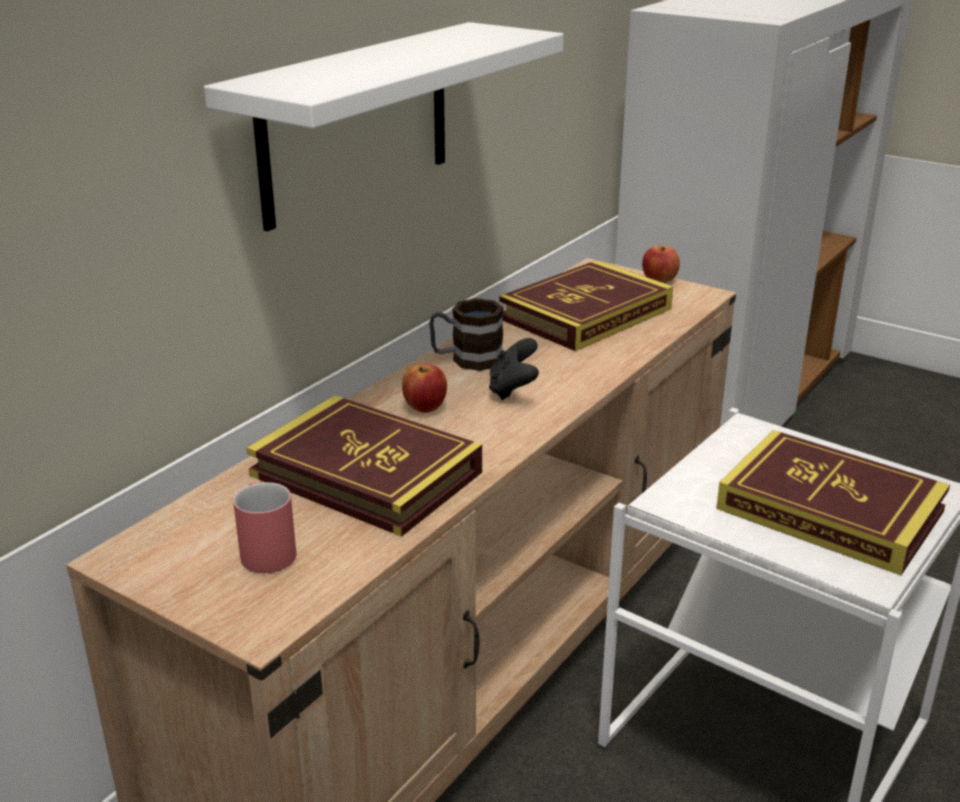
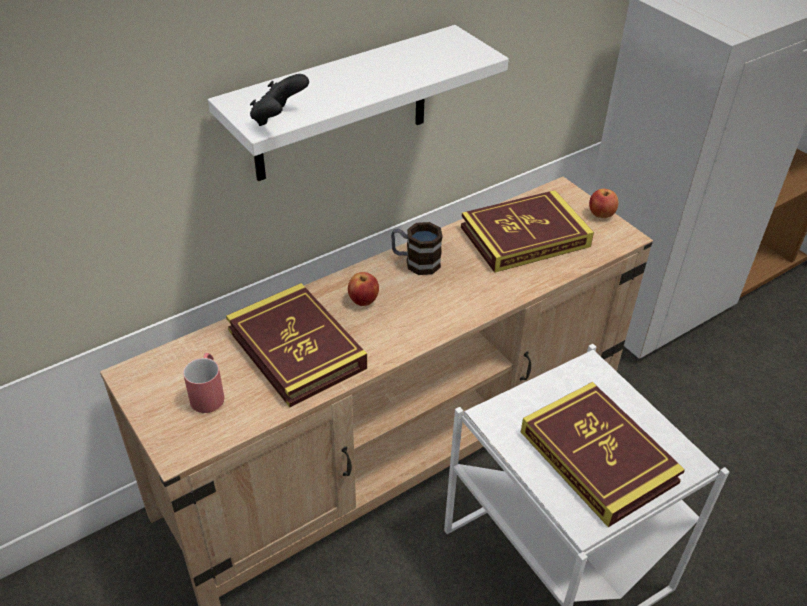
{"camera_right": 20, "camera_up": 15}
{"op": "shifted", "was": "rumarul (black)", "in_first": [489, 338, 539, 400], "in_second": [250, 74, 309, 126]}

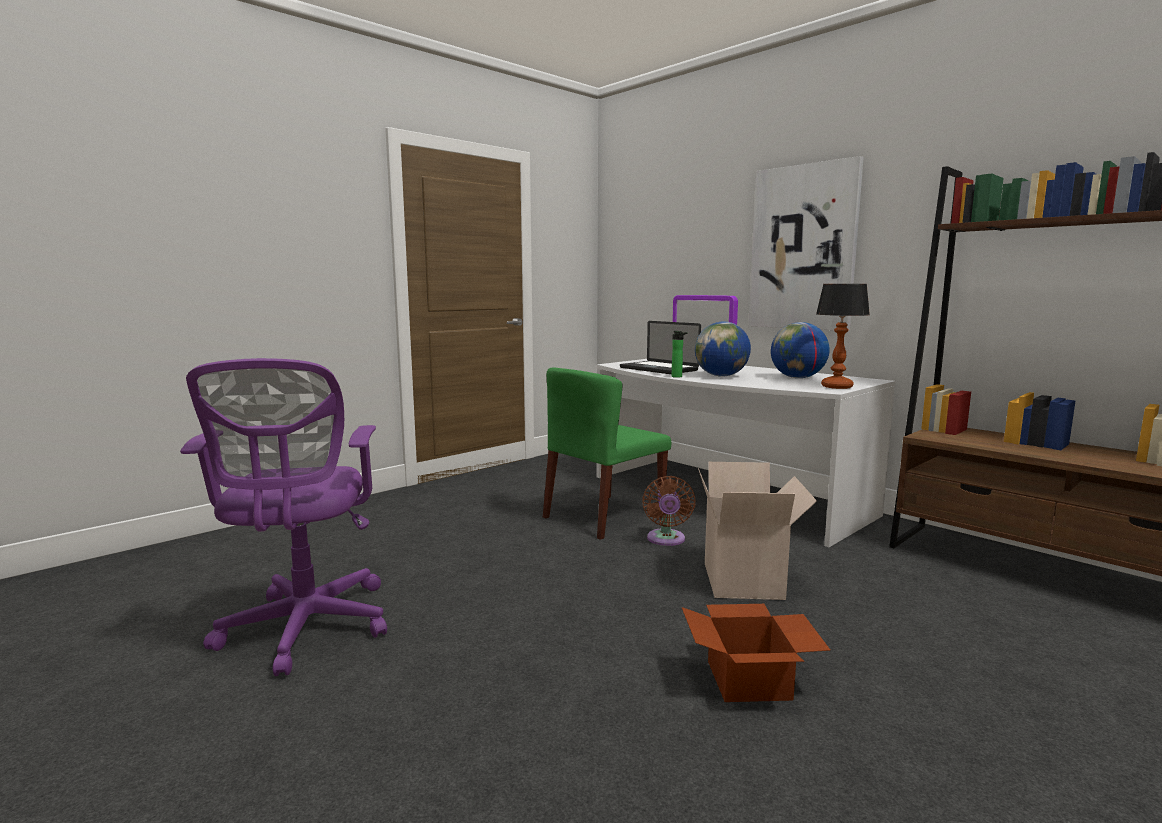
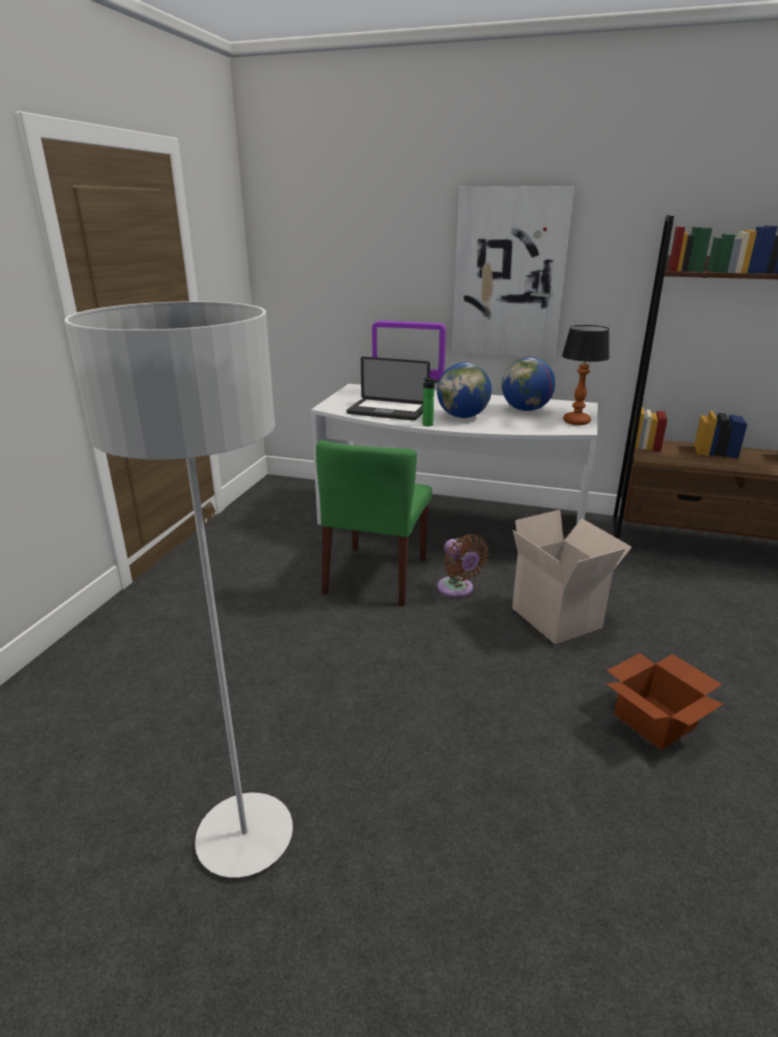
{"camera_right": -30, "camera_up": 15}
{"op": "swapped", "was": "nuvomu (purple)", "now": "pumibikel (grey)", "in_first": [180, 358, 387, 676], "in_second": [64, 301, 293, 878]}

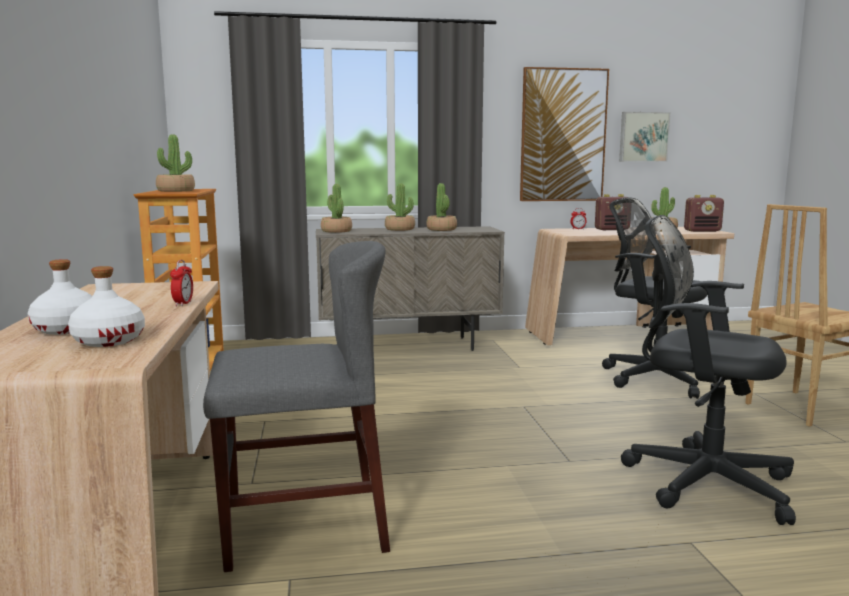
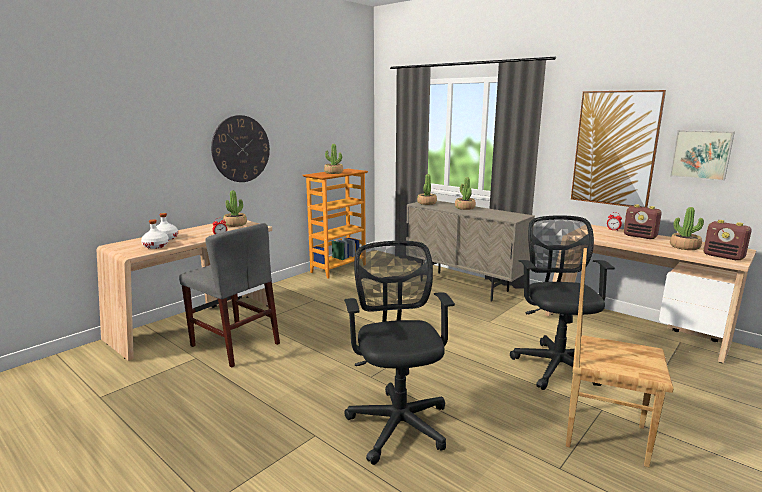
{"camera_right": 50, "camera_up": 5}
{"op": "new", "now": "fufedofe", "in_second": [211, 115, 270, 182]}
{"op": "shifted", "was": "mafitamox", "in_first": [426, 183, 457, 231], "in_second": [223, 190, 247, 227]}

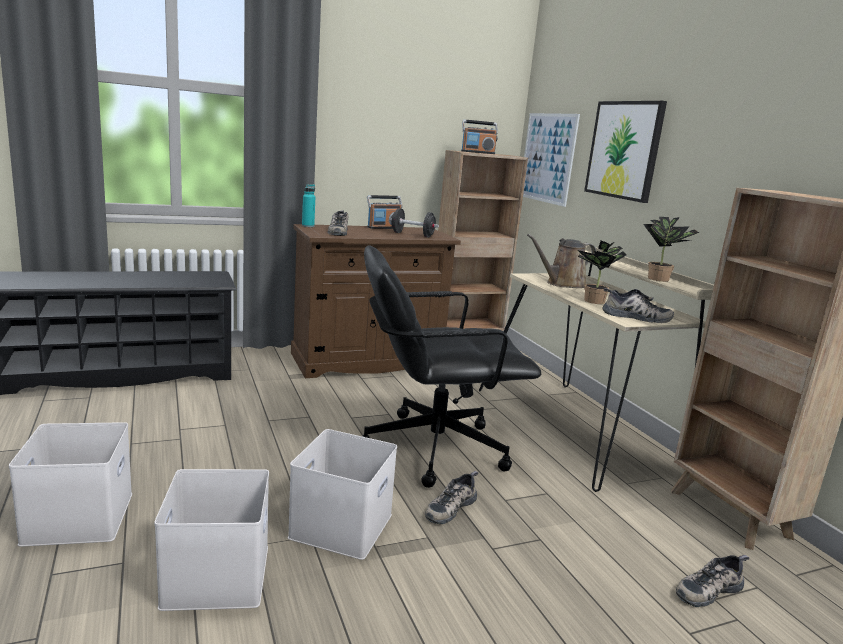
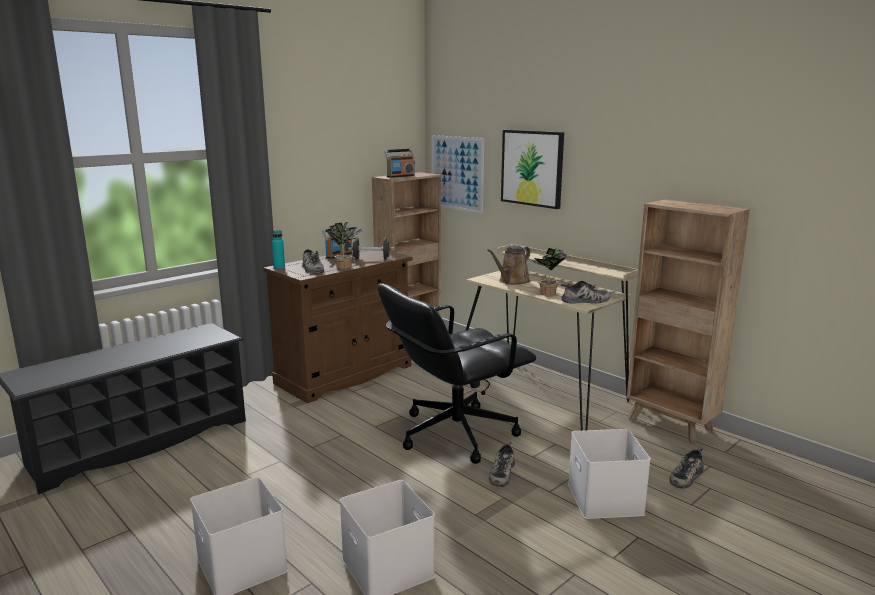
{"camera_right": -20, "camera_up": 0}
{"op": "shifted", "was": "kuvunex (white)", "in_first": [288, 429, 397, 560], "in_second": [568, 429, 651, 519]}
{"op": "shifted", "was": "mafitamox", "in_first": [644, 217, 700, 282], "in_second": [326, 222, 362, 269]}

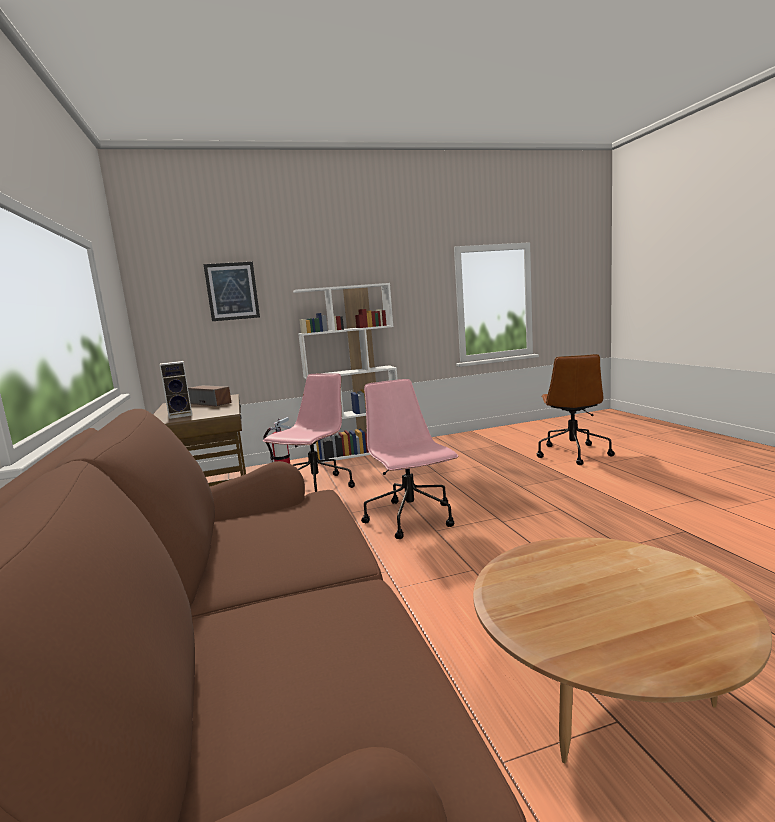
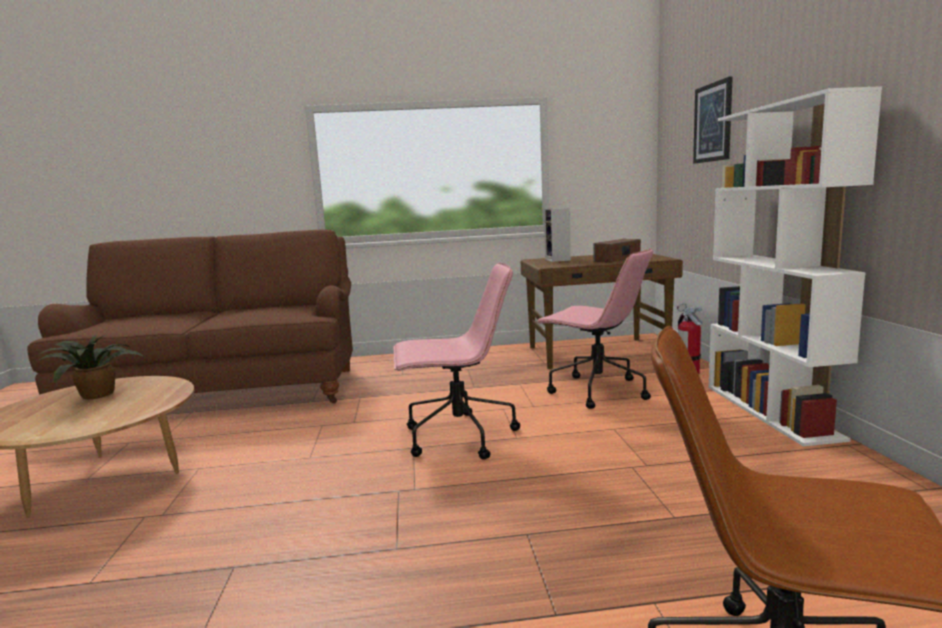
{"camera_right": 100, "camera_up": 0}
{"op": "new", "now": "mafitamox", "in_second": [37, 335, 145, 399]}

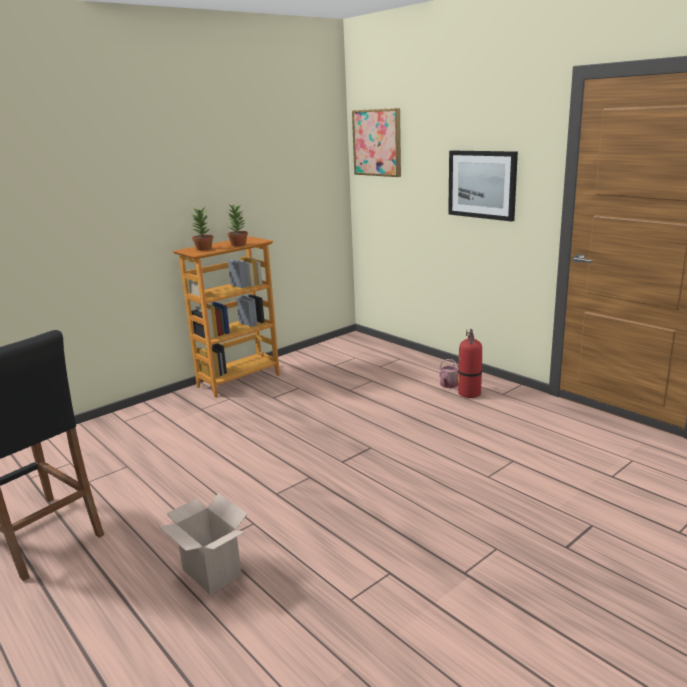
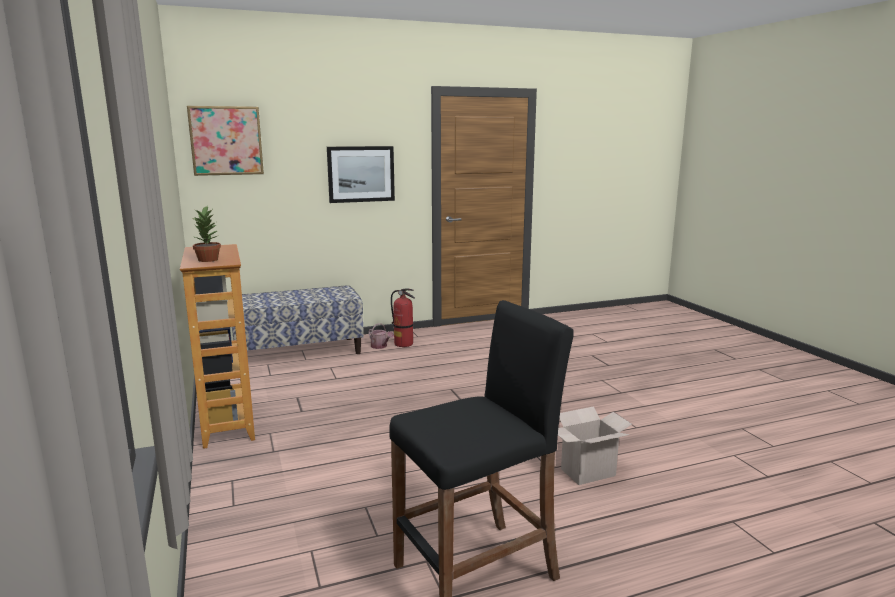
{"camera_right": -70, "camera_up": -5}
{"op": "gone", "was": "mafitamox", "in_first": [227, 204, 248, 246]}
{"op": "new", "now": "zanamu", "in_second": [232, 285, 364, 354]}

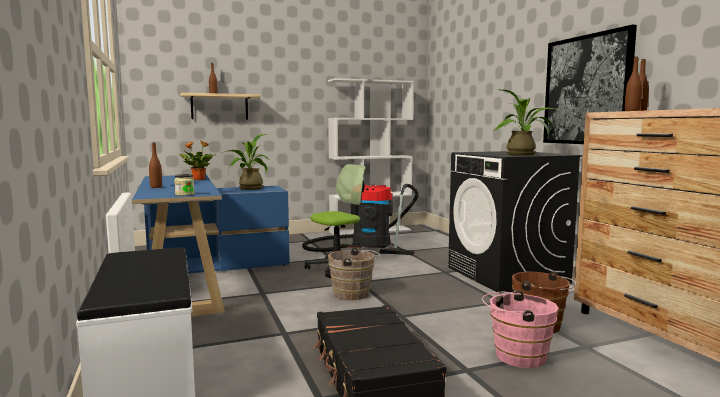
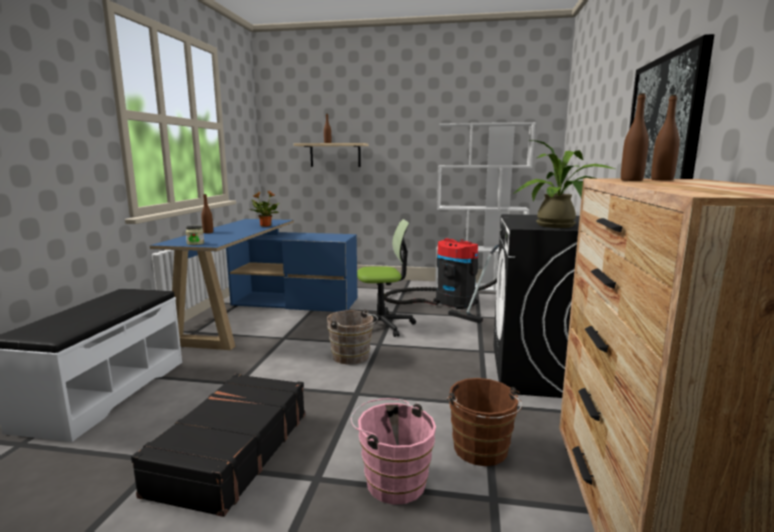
{"camera_right": 30, "camera_up": 5}
{"op": "gone", "was": "mafitamox", "in_first": [221, 134, 268, 190]}

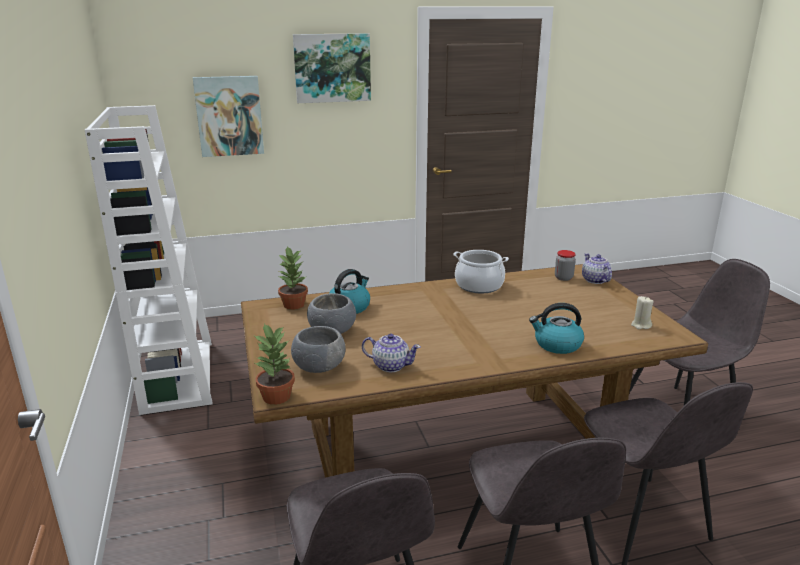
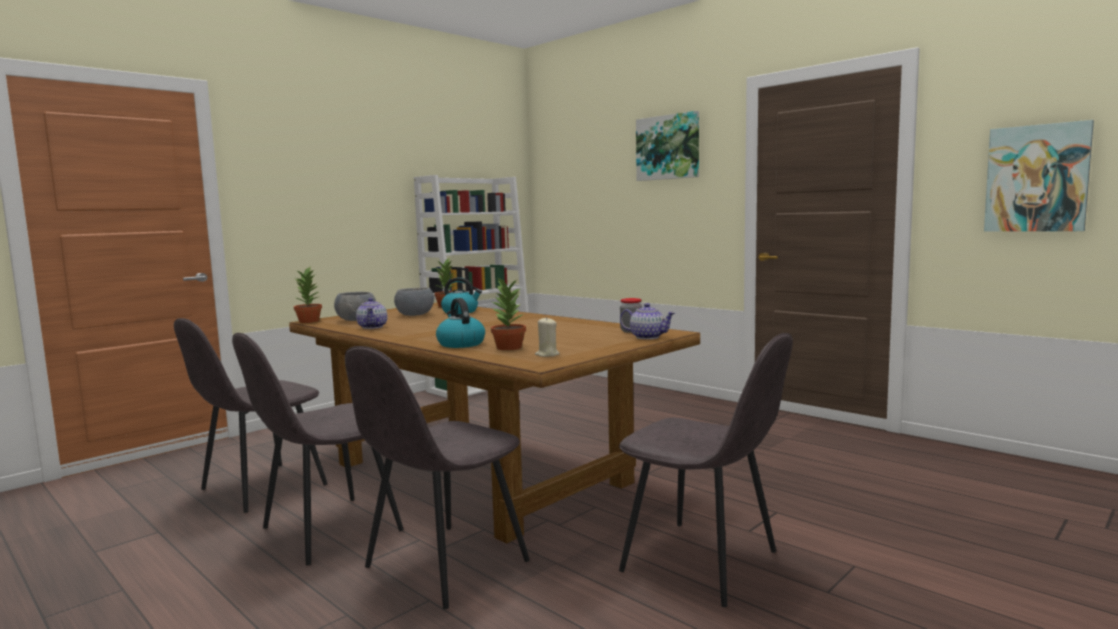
{"camera_right": 60, "camera_up": -15}
{"op": "gone", "was": "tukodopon", "in_first": [453, 250, 509, 293]}
{"op": "new", "now": "mafitamox", "in_second": [491, 277, 526, 350]}
{"op": "shifted", "was": "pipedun", "in_first": [193, 76, 264, 157], "in_second": [984, 120, 1094, 232]}
{"op": "rotated", "was": "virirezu", "in_first": [582, 253, 612, 284], "in_second": [620, 303, 675, 339], "clockwise": 75}

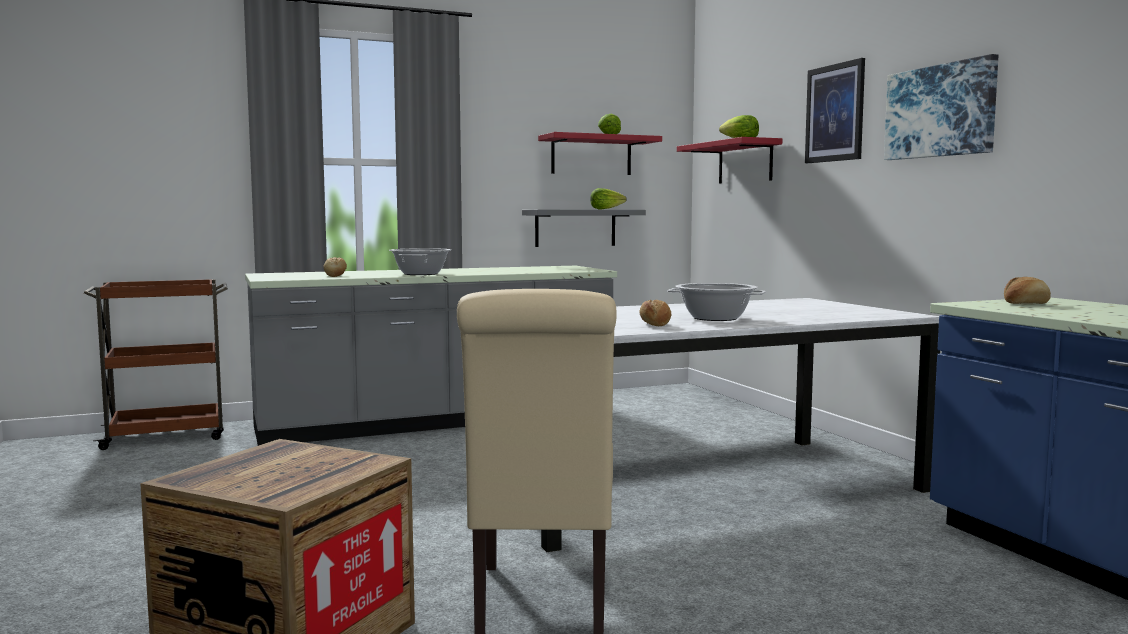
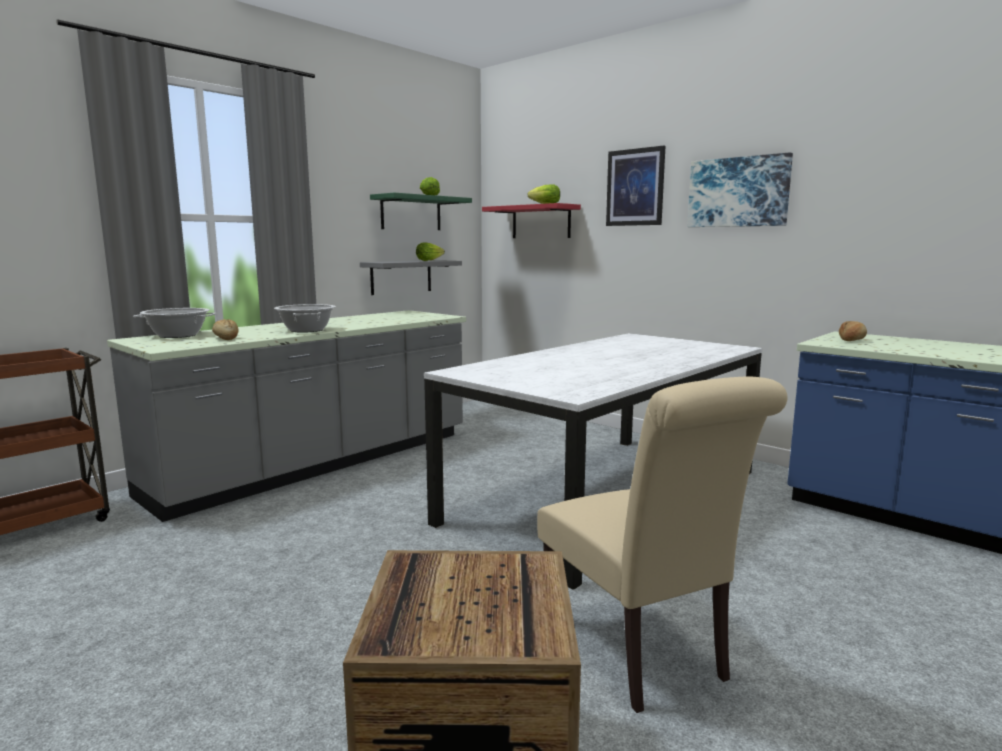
{"camera_right": -25, "camera_up": 5}
{"op": "gone", "was": "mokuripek", "in_first": [639, 300, 671, 326]}
{"op": "shifted", "was": "tukodopon", "in_first": [667, 283, 766, 321], "in_second": [133, 308, 217, 338]}
{"op": "repainted", "was": "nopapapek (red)", "now": "nopapapek (green)", "in_first": [538, 132, 662, 175], "in_second": [370, 193, 472, 230]}

